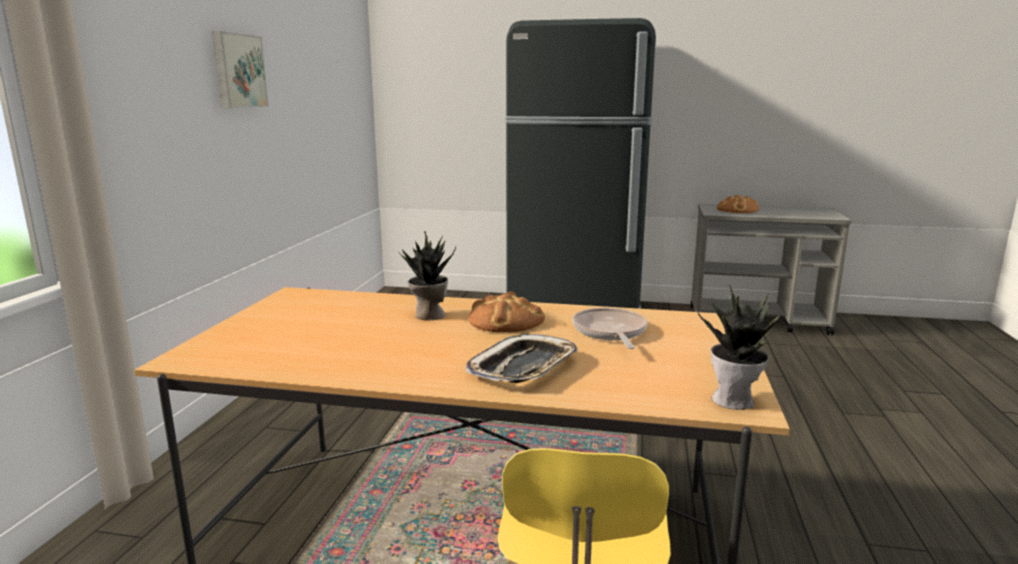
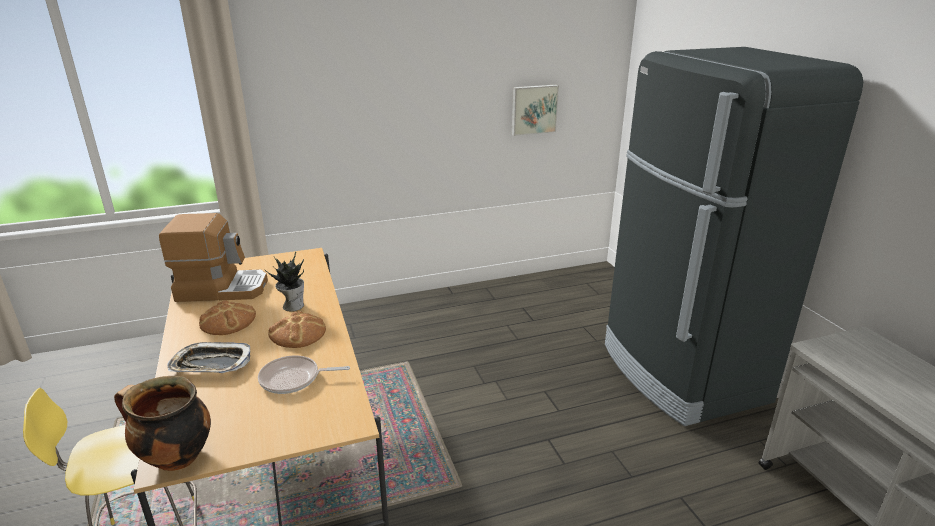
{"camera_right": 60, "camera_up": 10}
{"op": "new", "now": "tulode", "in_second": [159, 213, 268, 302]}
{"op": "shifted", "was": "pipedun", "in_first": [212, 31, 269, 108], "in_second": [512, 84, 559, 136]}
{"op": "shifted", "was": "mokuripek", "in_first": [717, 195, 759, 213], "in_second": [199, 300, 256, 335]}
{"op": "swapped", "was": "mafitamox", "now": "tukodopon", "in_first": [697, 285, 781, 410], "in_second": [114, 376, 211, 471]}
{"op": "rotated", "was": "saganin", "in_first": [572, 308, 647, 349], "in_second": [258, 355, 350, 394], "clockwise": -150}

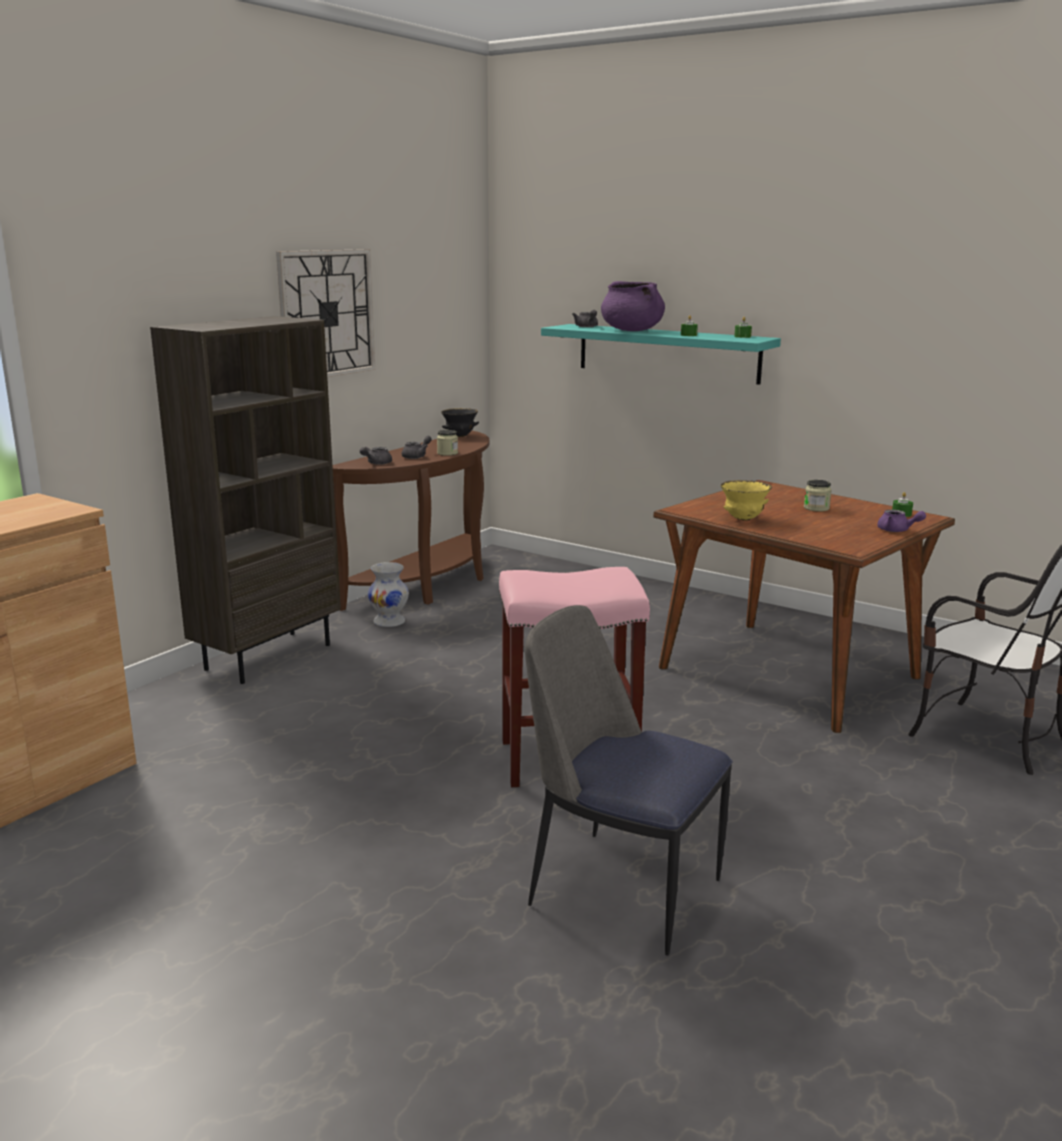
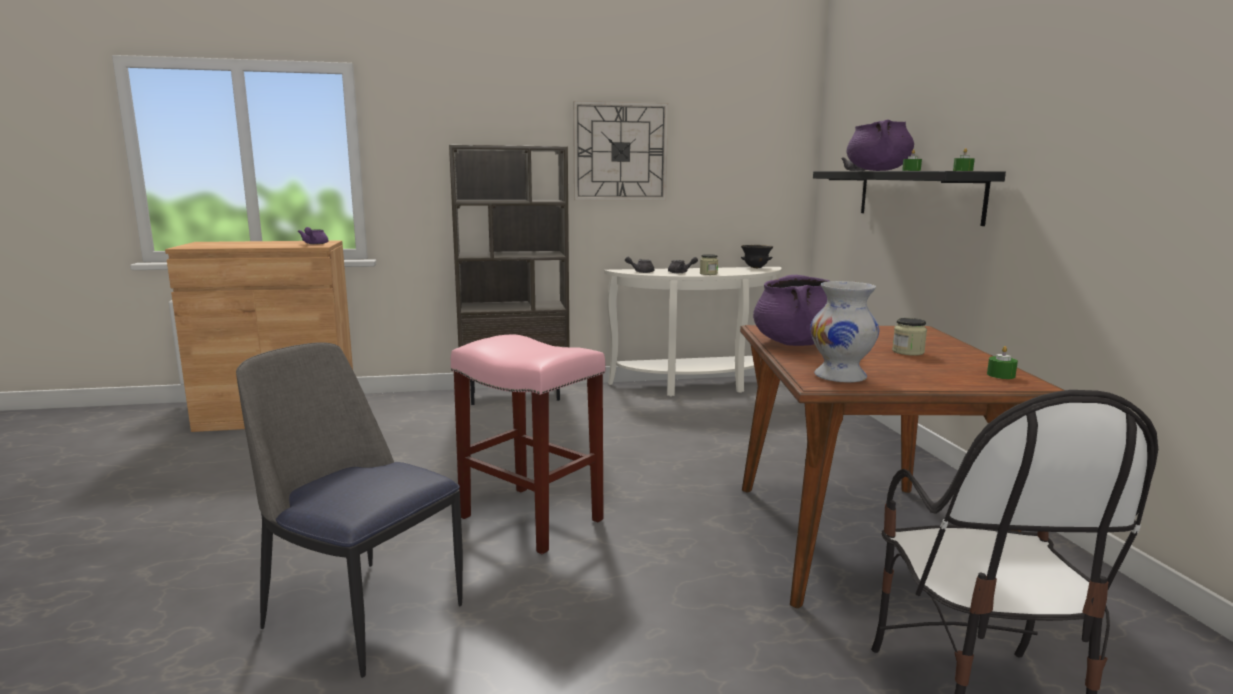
{"camera_right": 45, "camera_up": -5}
{"op": "shifted", "was": "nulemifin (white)", "in_first": [368, 562, 409, 627], "in_second": [810, 281, 879, 383]}
{"op": "shifted", "was": "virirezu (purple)", "in_first": [877, 509, 926, 532], "in_second": [298, 227, 328, 244]}
{"op": "swapped", "was": "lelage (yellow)", "now": "tukodopon (purple)", "in_first": [720, 480, 772, 521], "in_second": [753, 275, 830, 346]}
{"op": "repainted", "was": "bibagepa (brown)", "now": "bibagepa (white)", "in_first": [333, 431, 489, 611], "in_second": [604, 267, 782, 397]}
{"op": "repainted", "was": "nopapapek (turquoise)", "now": "nopapapek (black)", "in_first": [541, 324, 781, 385], "in_second": [813, 171, 1006, 226]}
{"op": "rotated", "was": "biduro", "in_first": [525, 605, 733, 956], "in_second": [236, 342, 463, 678], "clockwise": -45}

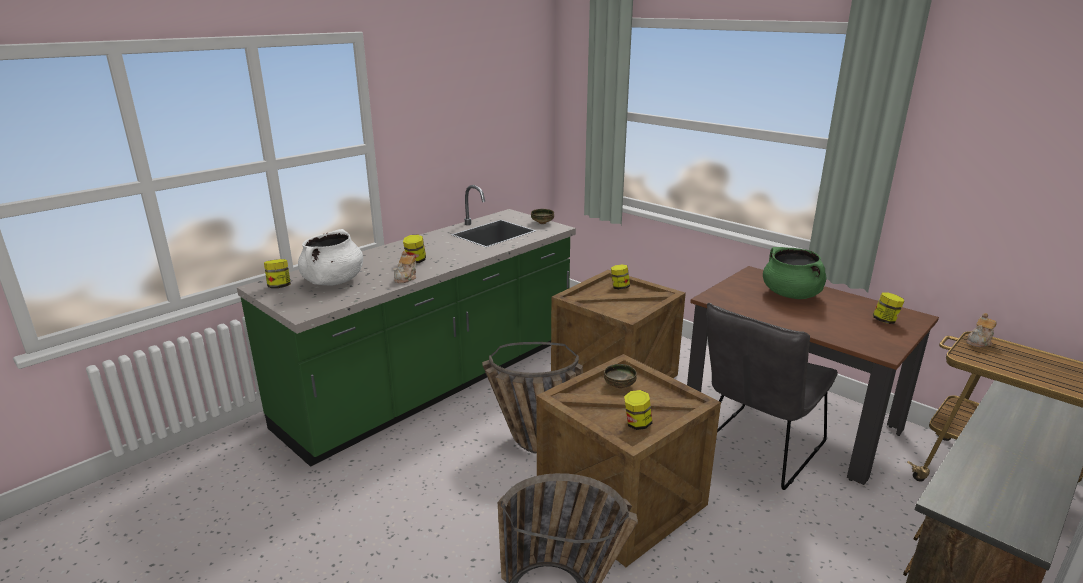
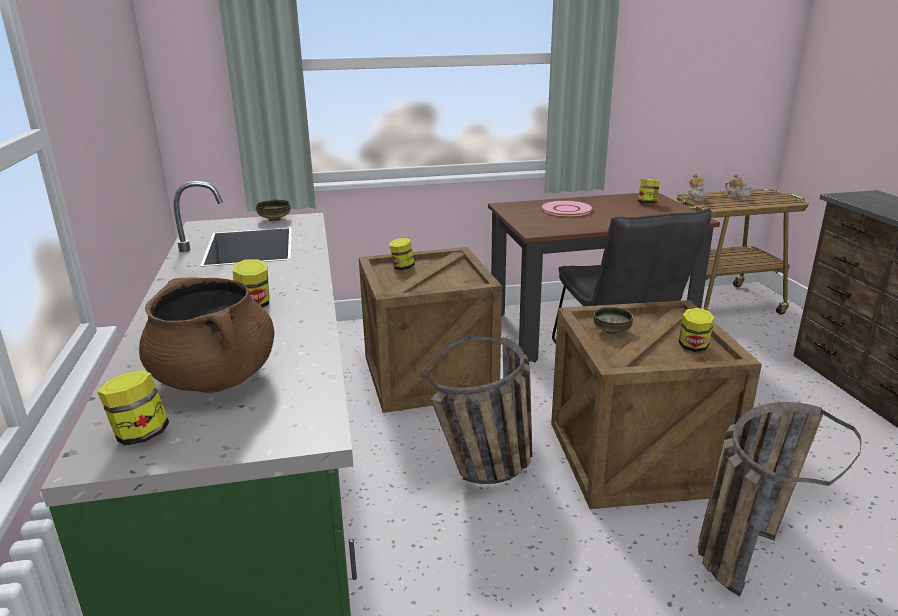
{"camera_right": -55, "camera_up": 0}
{"op": "shifted", "was": "virirezu", "in_first": [393, 251, 416, 283], "in_second": [725, 174, 752, 201]}
{"op": "swapped", "was": "tukodopon (green)", "now": "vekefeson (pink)", "in_first": [763, 247, 826, 299], "in_second": [541, 200, 593, 216]}
{"op": "repainted", "was": "tukodopon (white)", "now": "tukodopon (brown)", "in_first": [298, 229, 363, 285], "in_second": [139, 277, 274, 393]}

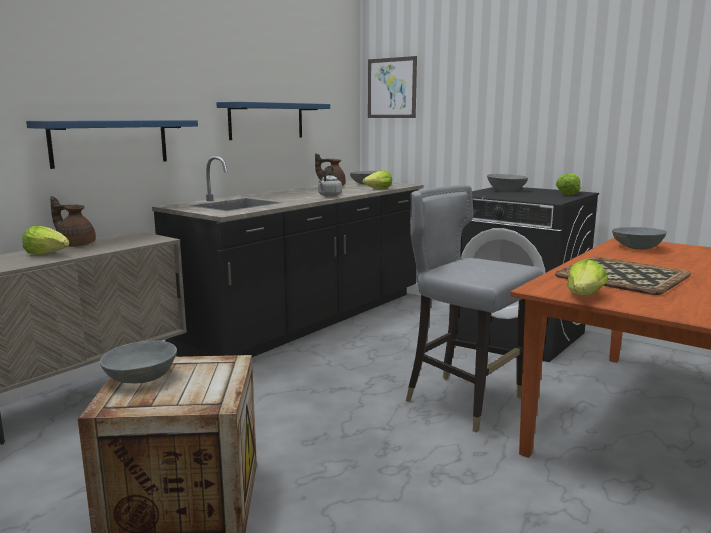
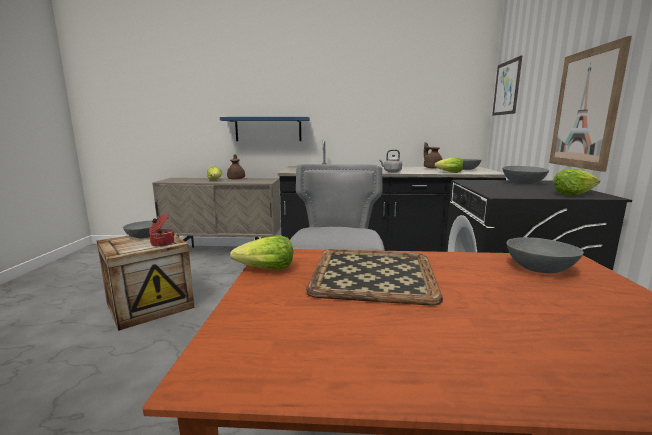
{"camera_right": 55, "camera_up": 0}
{"op": "gone", "was": "nopapapek (blue)", "in_first": [216, 102, 330, 140]}
{"op": "new", "now": "tukodopon", "in_second": [149, 214, 175, 246]}
{"op": "new", "now": "pipedun", "in_second": [549, 36, 632, 172]}

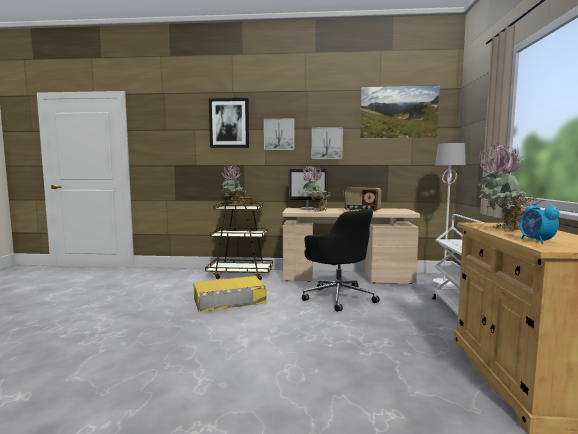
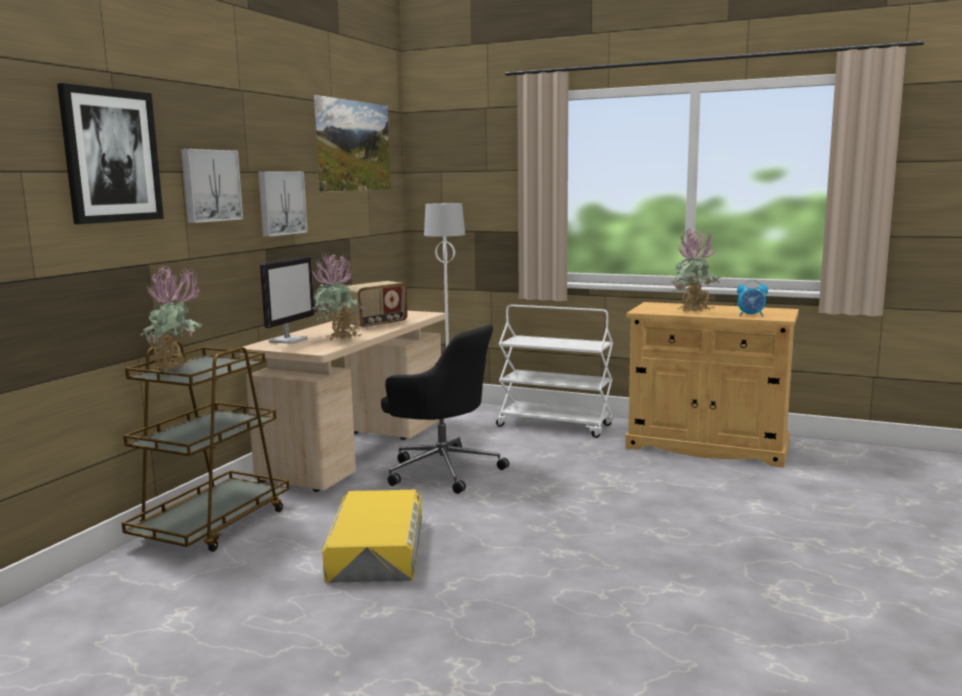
{"camera_right": -70, "camera_up": 5}
{"op": "rotated", "was": "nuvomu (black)", "in_first": [302, 210, 380, 312], "in_second": [381, 324, 509, 494], "clockwise": 45}

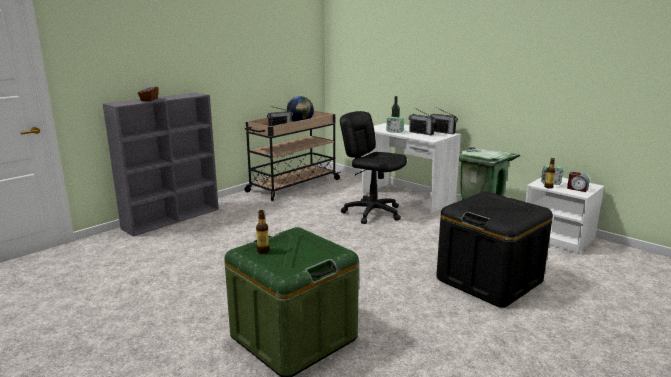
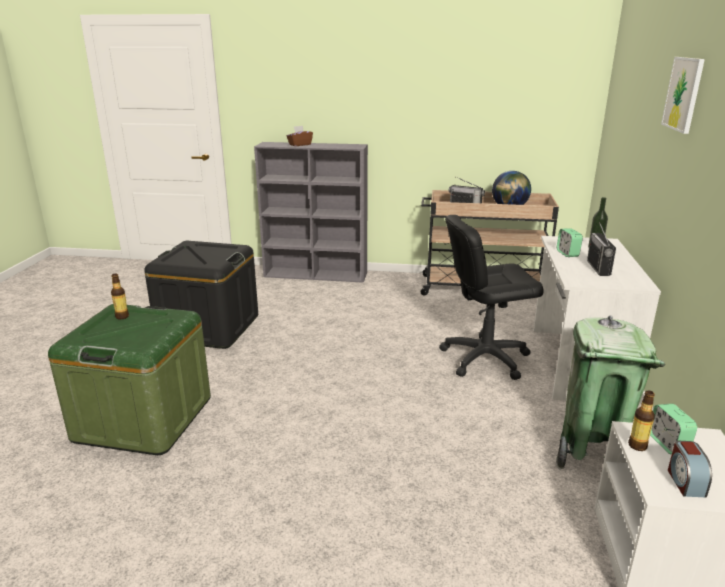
{"camera_right": 55, "camera_up": 5}
{"op": "gone", "was": "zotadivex", "in_first": [430, 107, 458, 134]}
{"op": "new", "now": "pipedun", "in_second": [661, 57, 705, 134]}
{"op": "shifted", "was": "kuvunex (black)", "in_first": [436, 191, 553, 308], "in_second": [144, 241, 258, 349]}
{"op": "rotated", "was": "nuvomu (black)", "in_first": [340, 111, 407, 224], "in_second": [439, 215, 544, 380], "clockwise": -105}

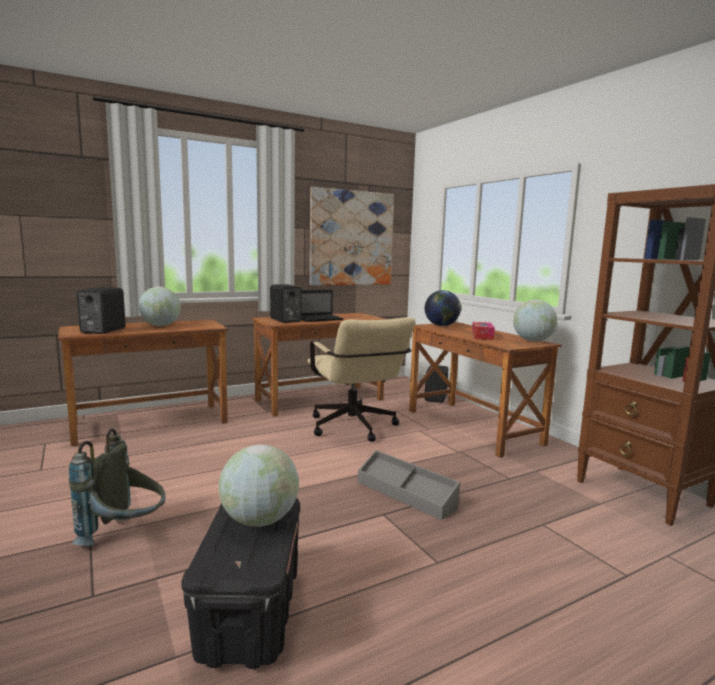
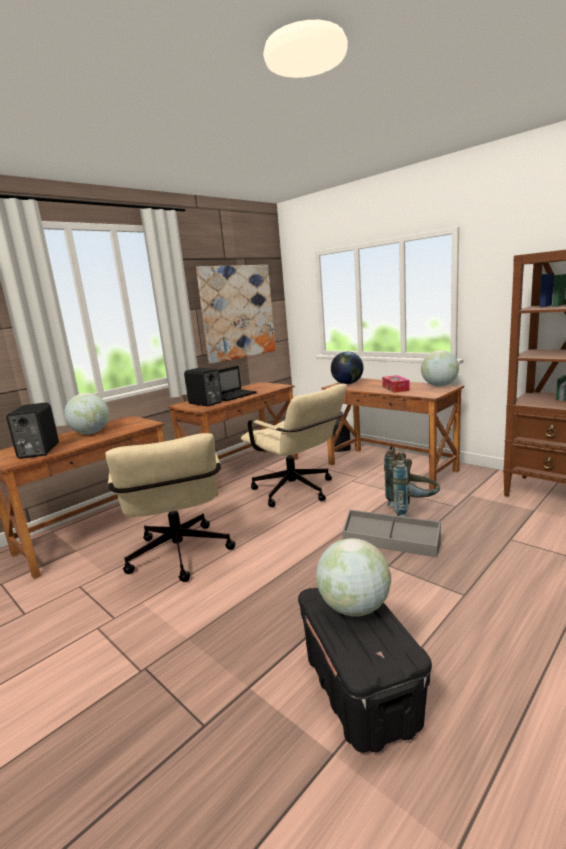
{"camera_right": -15, "camera_up": 5}
{"op": "new", "now": "nuvomu (beige)", "in_second": [105, 433, 236, 582]}
{"op": "shifted", "was": "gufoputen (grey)", "in_first": [69, 429, 165, 546], "in_second": [384, 445, 440, 517]}

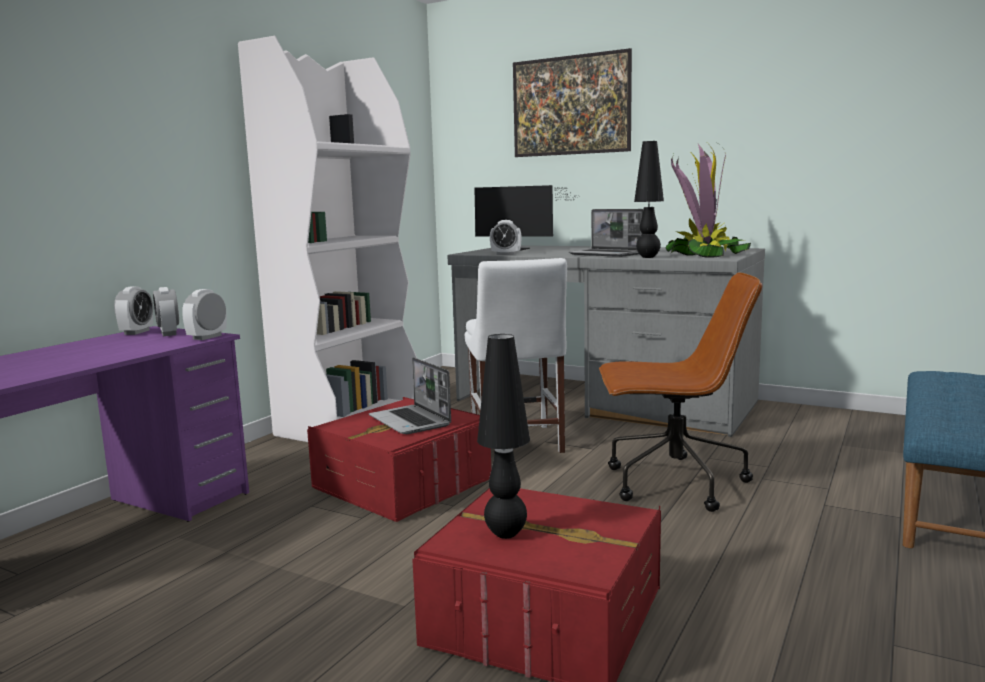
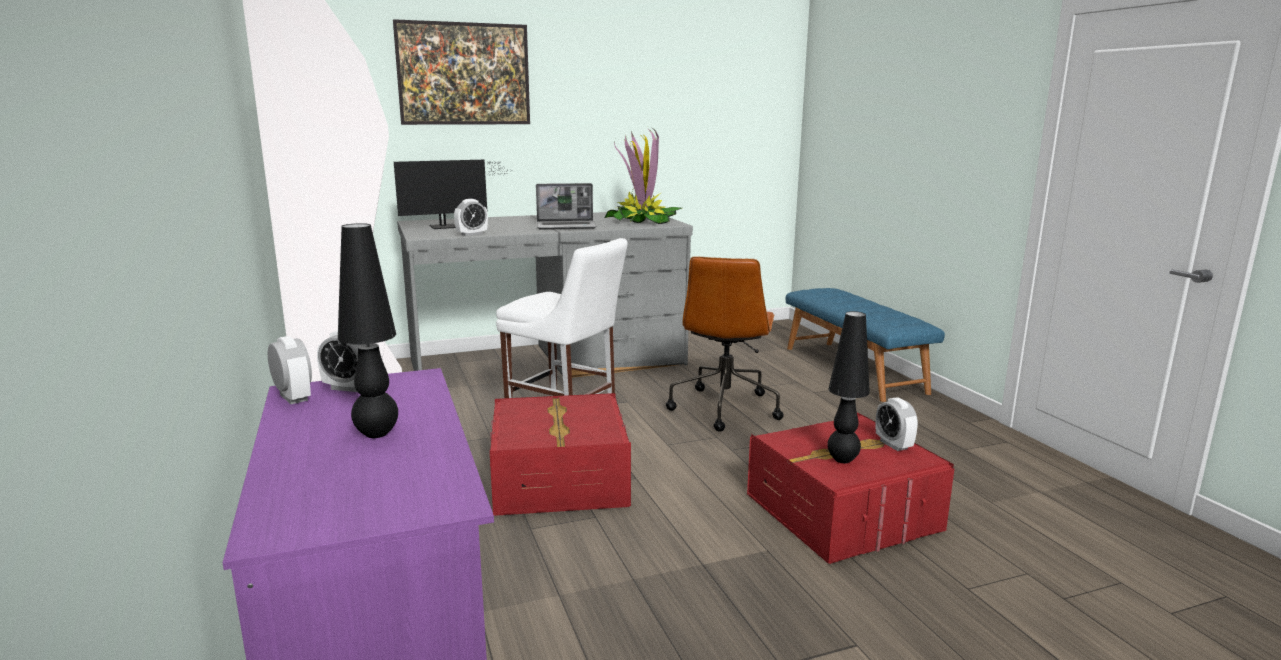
{"camera_right": -50, "camera_up": 5}
{"op": "gone", "was": "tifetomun", "in_first": [369, 357, 451, 434]}
{"op": "shifted", "was": "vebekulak", "in_first": [182, 289, 227, 340], "in_second": [876, 398, 918, 451]}
{"op": "shifted", "was": "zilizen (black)", "in_first": [634, 141, 664, 258], "in_second": [337, 223, 398, 438]}
{"op": "rotated", "was": "nuvomu (brown)", "in_first": [599, 272, 762, 512], "in_second": [666, 256, 784, 432], "clockwise": 150}

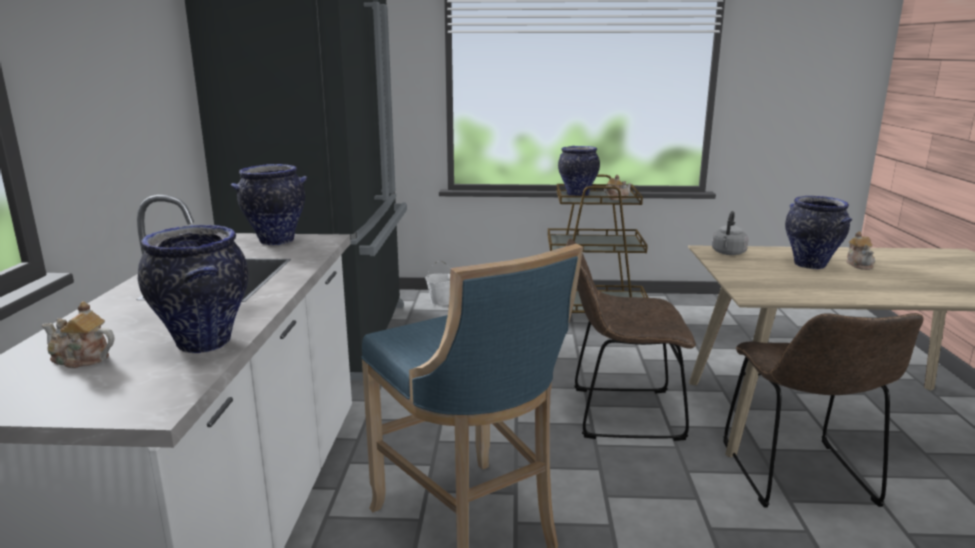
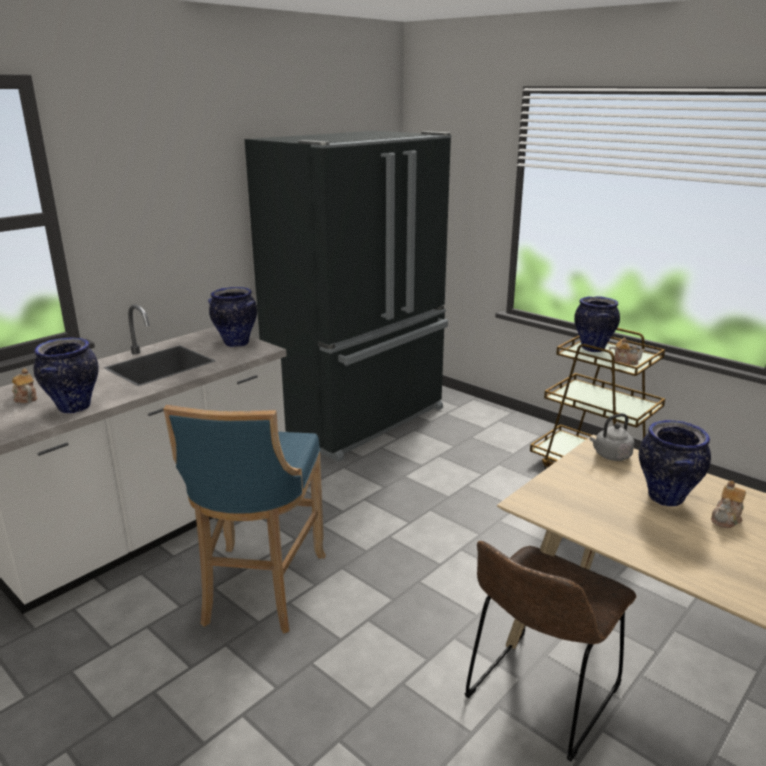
{"camera_right": 40, "camera_up": 5}
{"op": "gone", "was": "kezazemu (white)", "in_first": [426, 260, 450, 306]}
{"op": "gone", "was": "biduro (brown)", "in_first": [566, 239, 696, 441]}

